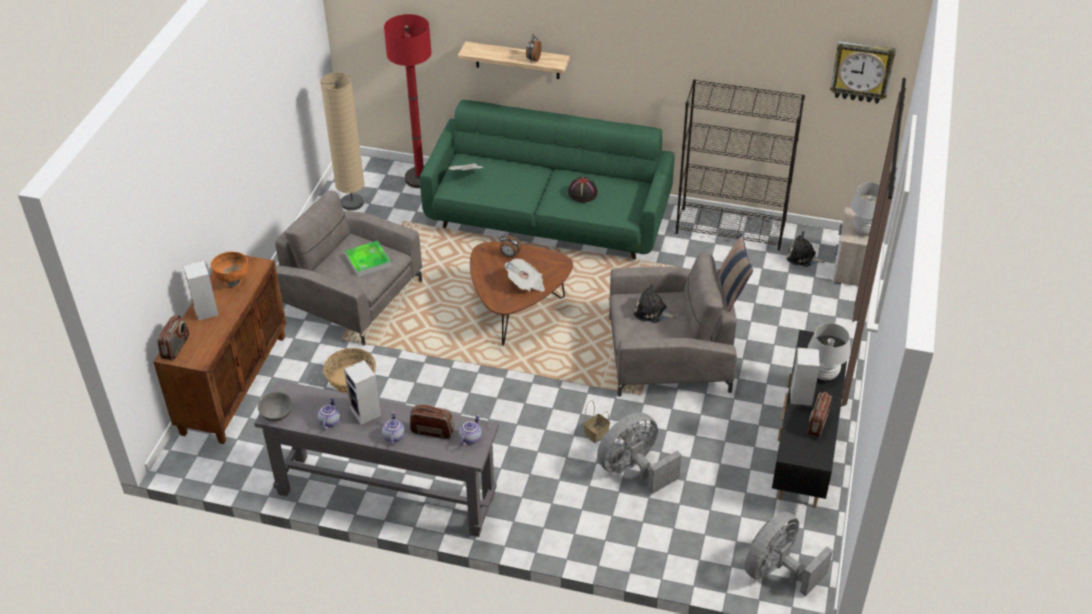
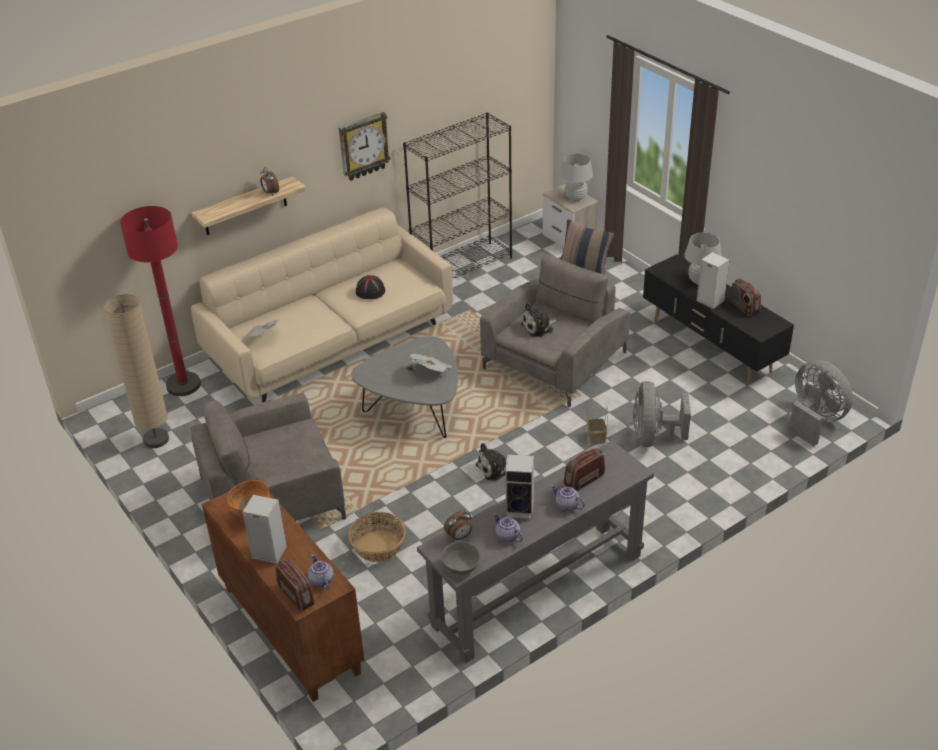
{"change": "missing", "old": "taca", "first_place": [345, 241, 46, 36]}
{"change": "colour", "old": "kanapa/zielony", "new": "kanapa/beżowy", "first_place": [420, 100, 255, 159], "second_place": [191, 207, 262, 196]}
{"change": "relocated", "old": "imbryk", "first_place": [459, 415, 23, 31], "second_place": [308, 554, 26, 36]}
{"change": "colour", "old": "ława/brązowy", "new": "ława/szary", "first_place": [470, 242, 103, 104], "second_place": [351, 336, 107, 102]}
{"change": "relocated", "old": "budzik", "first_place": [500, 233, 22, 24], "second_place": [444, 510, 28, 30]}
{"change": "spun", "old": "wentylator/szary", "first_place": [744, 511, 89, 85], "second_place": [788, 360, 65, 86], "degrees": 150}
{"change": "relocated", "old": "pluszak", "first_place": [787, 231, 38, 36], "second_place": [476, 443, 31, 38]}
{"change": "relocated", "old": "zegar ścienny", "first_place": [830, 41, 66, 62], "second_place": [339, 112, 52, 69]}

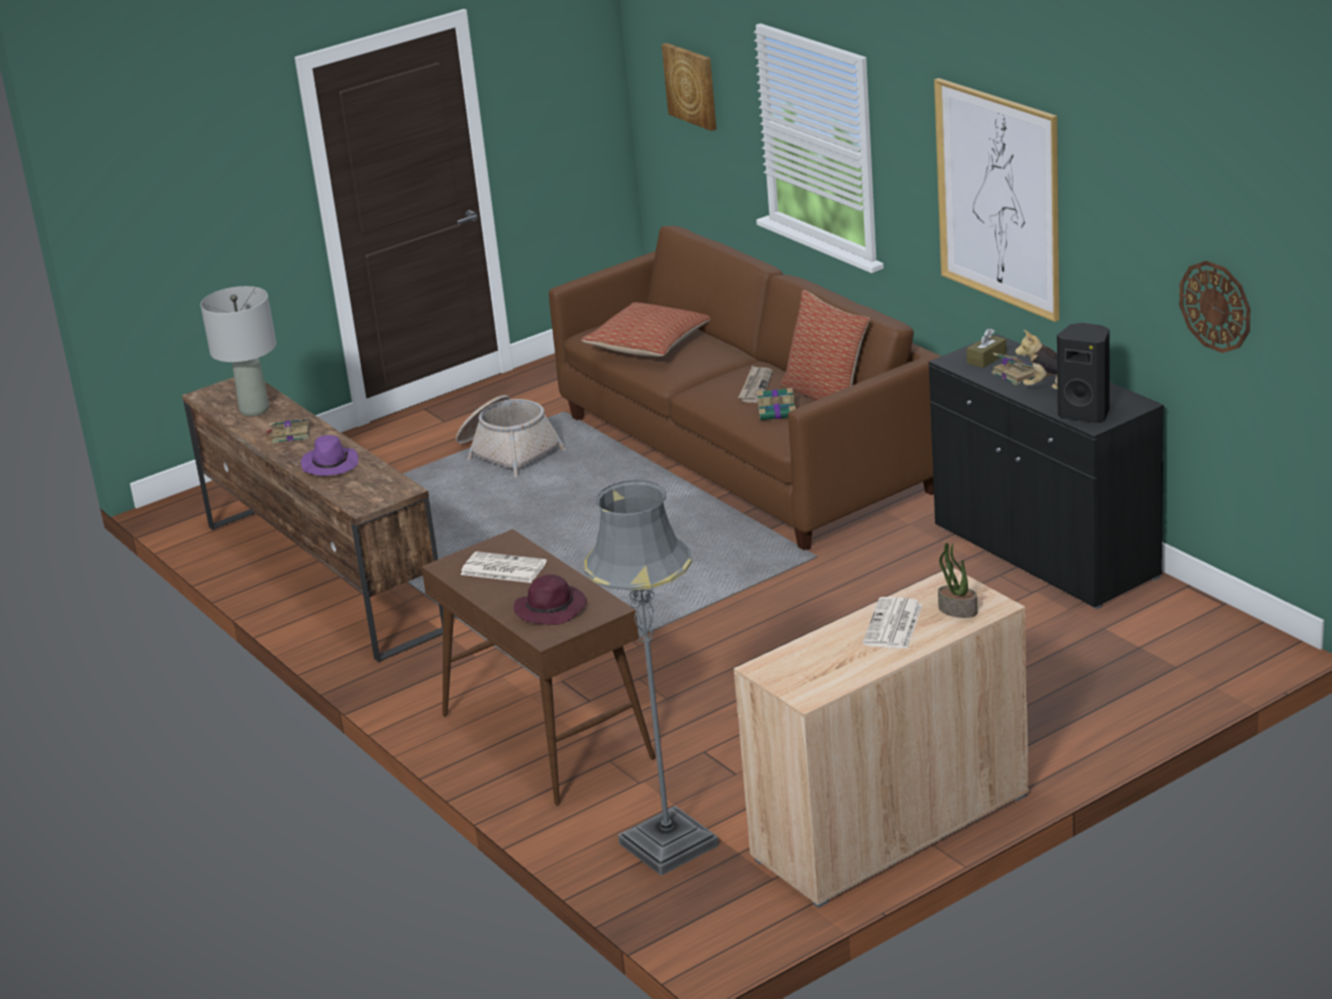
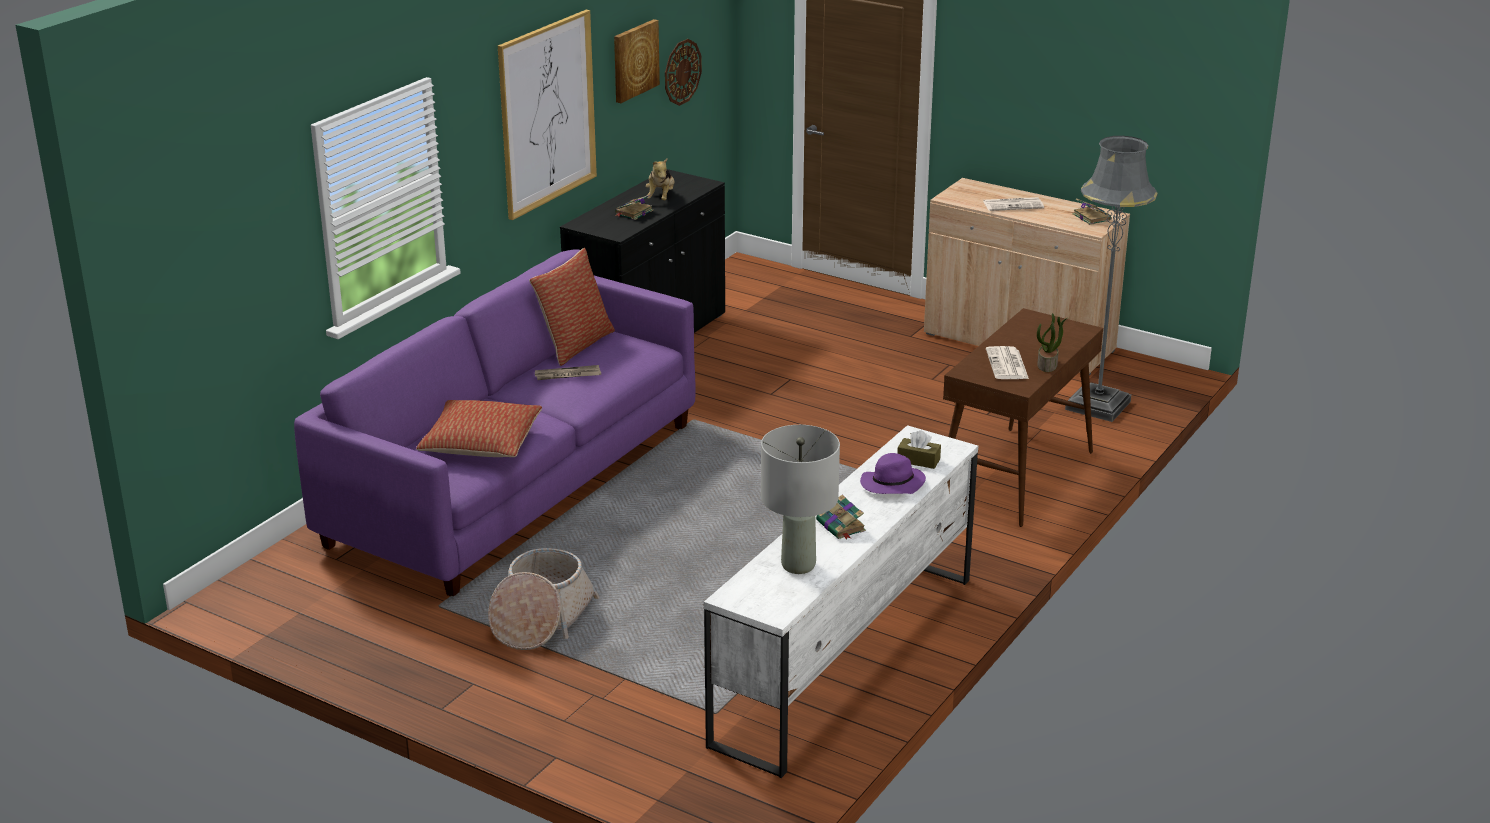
{"change": "colour", "old": "szafka pod telewizor/brązowy", "new": "szafka pod telewizor/biały", "first_place": [182, 377, 261, 286], "second_place": [704, 425, 274, 353]}
{"change": "missing", "old": "kapelusz/fioletowy", "first_place": [514, 574, 73, 51]}
{"change": "colour", "old": "kanapa/brązowy", "new": "kanapa/fioletowy", "first_place": [549, 226, 392, 324], "second_place": [294, 249, 402, 347]}
{"change": "relocated", "old": "obraz", "first_place": [662, 43, 55, 88], "second_place": [614, 19, 46, 84]}
{"change": "relocated", "old": "książka", "first_place": [757, 388, 38, 32], "second_place": [1073, 198, 38, 27]}
{"change": "relocated", "old": "roślina doniczkowa", "first_place": [938, 543, 40, 75], "second_place": [1037, 313, 31, 59]}
{"change": "relocated", "old": "pudełko chusteczek/brązowy", "first_place": [967, 329, 40, 39], "second_place": [897, 430, 44, 39]}
{"change": "missing", "old": "głośnik/czarny", "first_place": [1057, 323, 53, 100]}

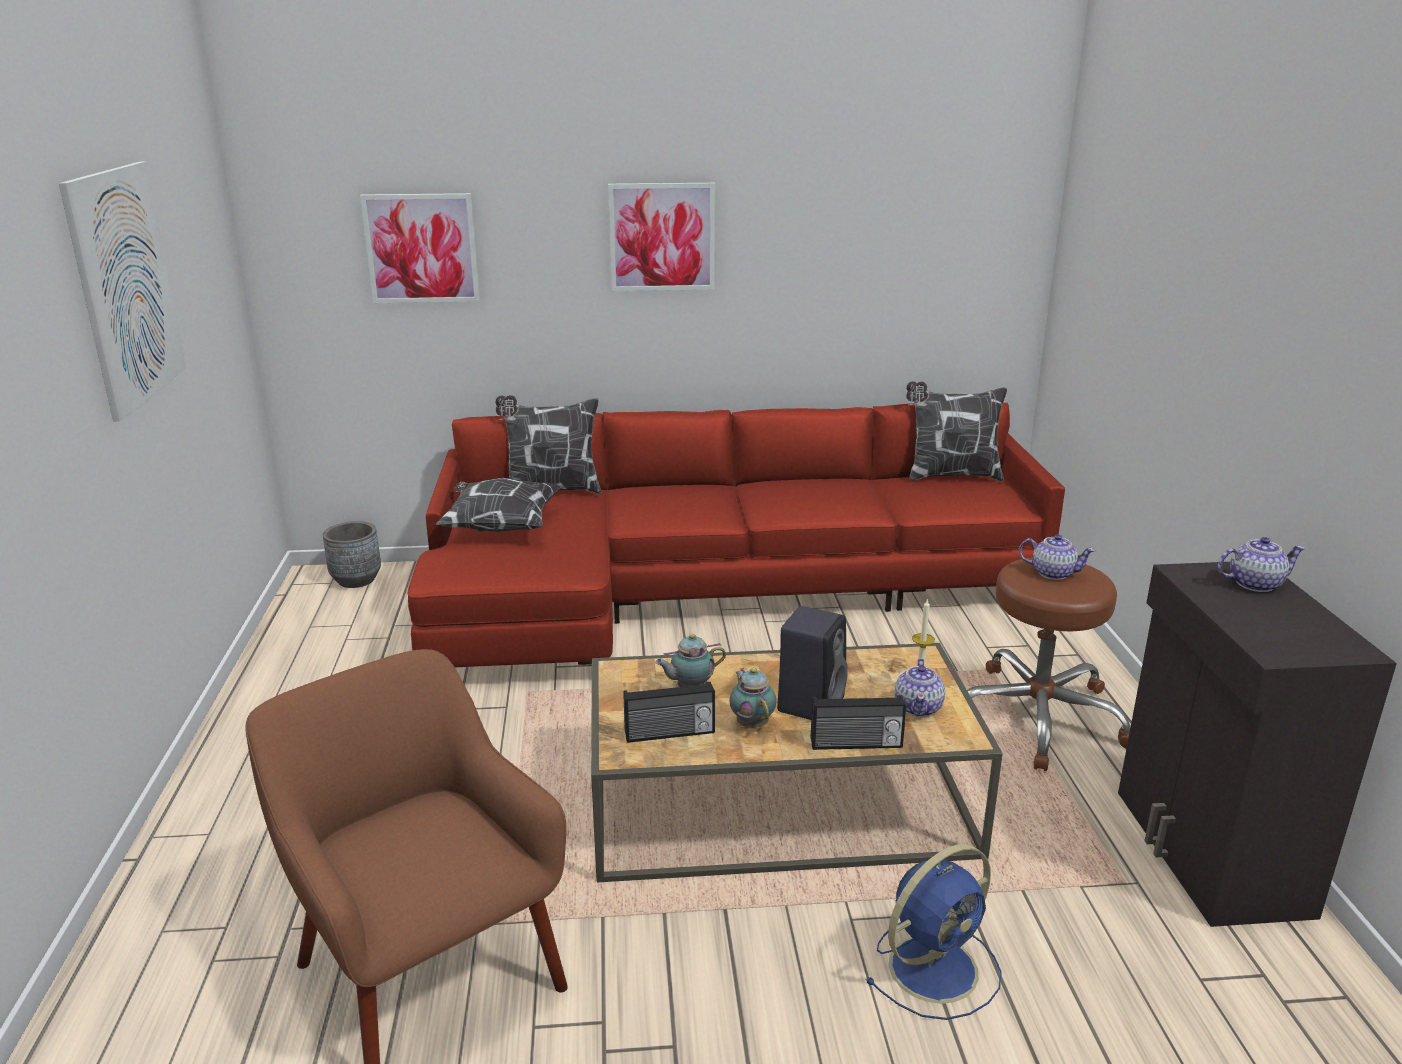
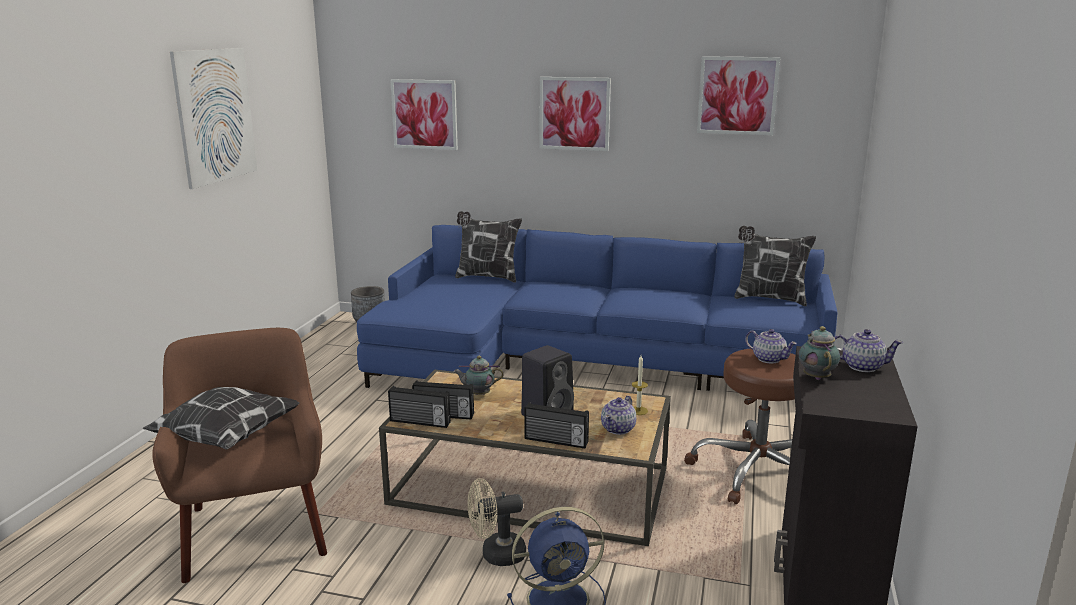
{"change": "colour", "old": "kanapa/czerwony", "new": "kanapa/niebieski", "first_place": [408, 403, 657, 264], "second_place": [357, 225, 480, 166]}
{"change": "relocated", "old": "poduszka", "first_place": [436, 478, 125, 54], "second_place": [143, 387, 157, 62]}
{"change": "relocated", "old": "imbryk", "first_place": [729, 668, 48, 60], "second_place": [799, 326, 41, 54]}
{"change": "appeared", "new": "radio", "second_place": [388, 386, 63, 42]}
{"change": "appeared", "new": "wentylator/beżowy", "second_place": [467, 478, 59, 88]}
{"change": "appeared", "new": "obraz", "second_place": [697, 56, 83, 79]}

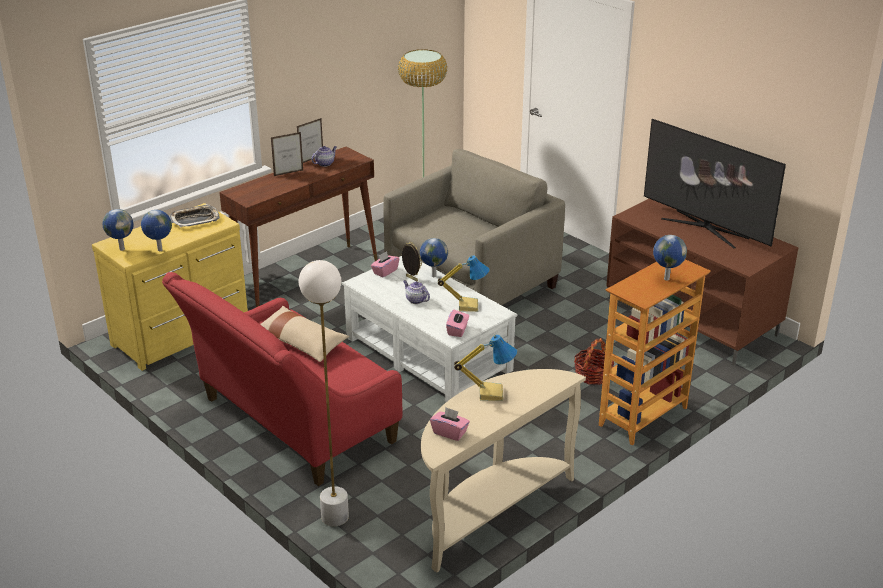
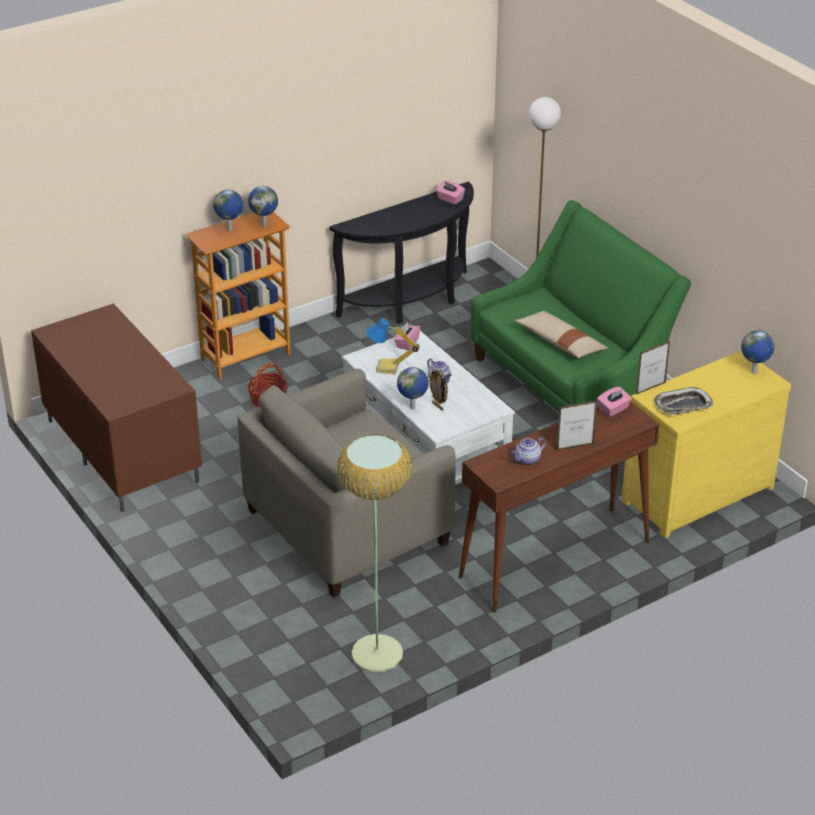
{"change": "relocated", "old": "globus", "first_place": [141, 210, 31, 41], "second_place": [248, 186, 30, 41]}
{"change": "colour", "old": "kanapa/czerwony", "new": "kanapa/zielony", "first_place": [162, 272, 241, 214], "second_place": [470, 200, 221, 212]}
{"change": "relocated", "old": "ramka na zdjęcie", "first_place": [297, 118, 26, 45], "second_place": [636, 341, 34, 54]}
{"change": "relocated", "old": "pudełko chusteczek/różowy", "first_place": [371, 251, 28, 26], "second_place": [597, 386, 35, 31]}
{"change": "colour", "old": "stolik konsolowy/beżowy", "new": "stolik konsolowy/czarny", "first_place": [421, 369, 165, 203], "second_place": [329, 181, 145, 143]}
{"change": "missing", "old": "lampa stołowa", "first_place": [454, 335, 63, 66]}
{"change": "missing", "old": "telewizor", "first_place": [644, 119, 142, 129]}

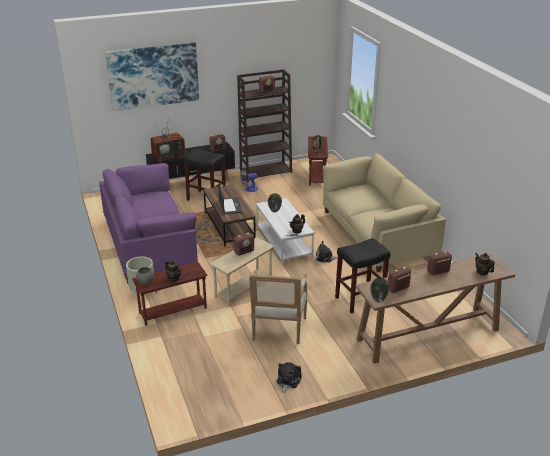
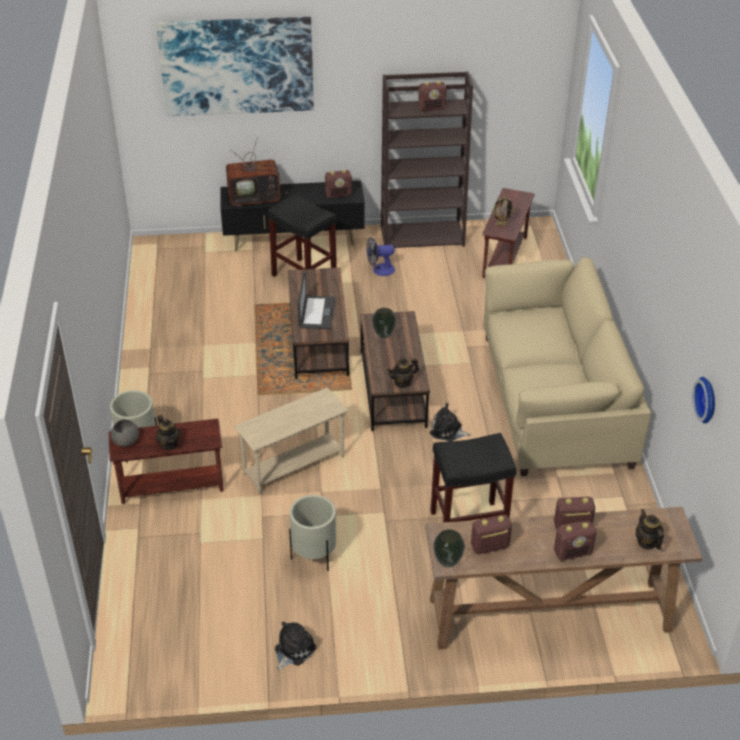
{"change": "missing", "old": "kanapa/fioletowy", "first_place": [99, 163, 99, 121]}
{"change": "relocated", "old": "radio", "first_place": [234, 233, 20, 23], "second_place": [554, 521, 42, 39]}
{"change": "exchanged", "old": "fotel", "new": "donica/beżowy", "first_place": [249, 271, 58, 73], "second_place": [289, 495, 47, 76]}
{"change": "colour", "old": "ława/biały", "new": "ława/brązowy", "first_place": [256, 198, 59, 67], "second_place": [360, 311, 70, 120]}
{"change": "appeared", "new": "zegar ścienny", "second_place": [693, 377, 22, 47]}

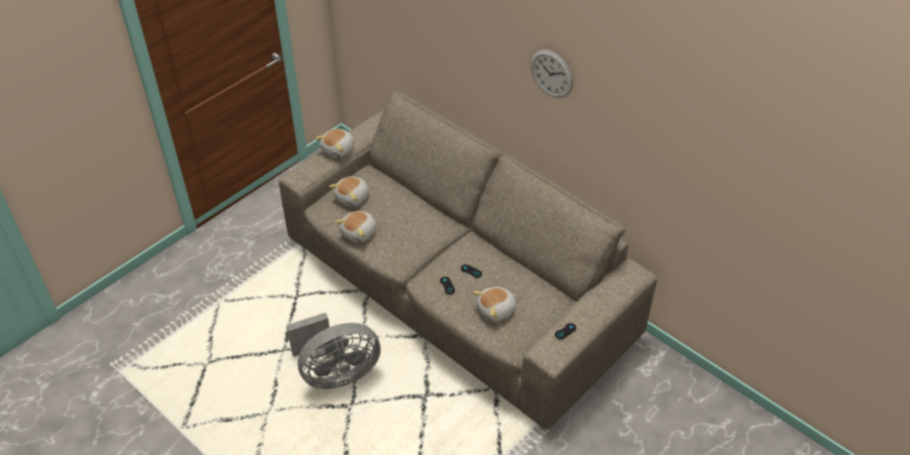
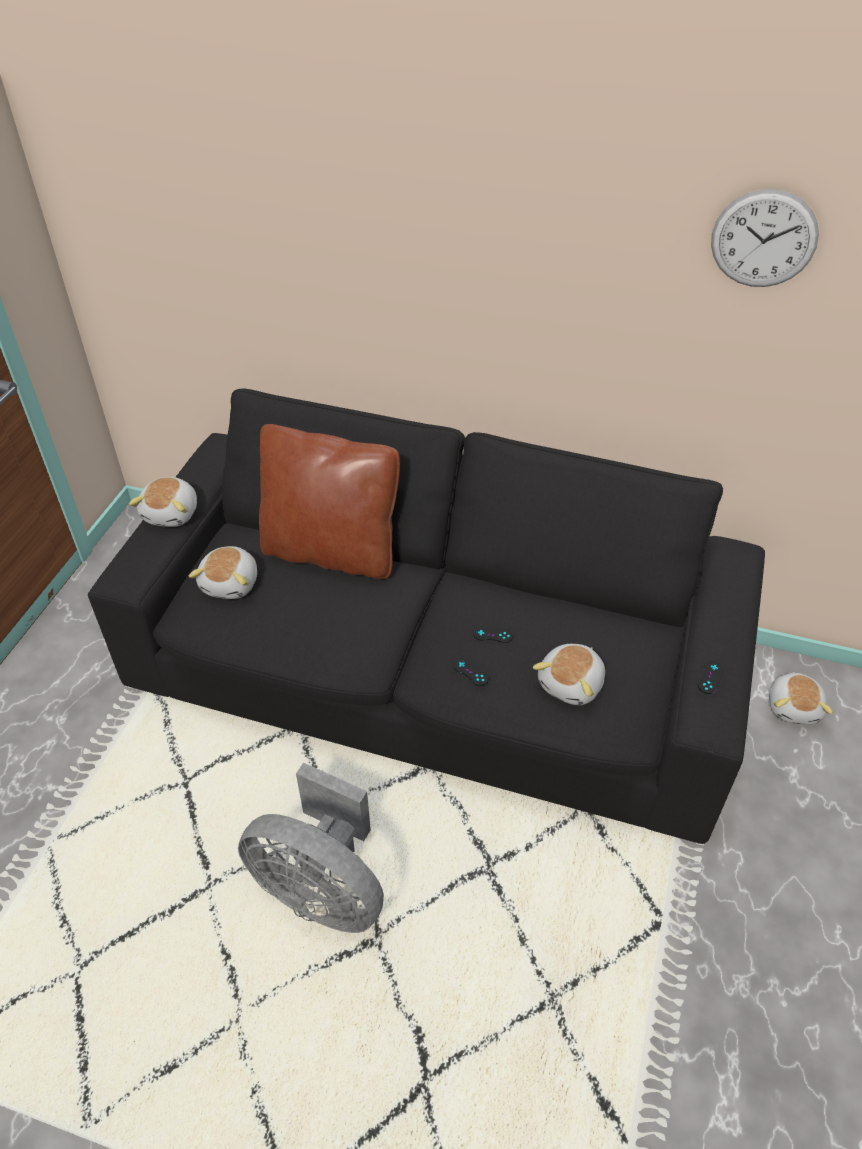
{"change": "colour", "old": "kanapa/beżowy", "new": "kanapa/czarny", "first_place": [278, 91, 379, 339], "second_place": [88, 388, 677, 456]}
{"change": "spun", "old": "wentylator/szary", "first_place": [286, 312, 95, 77], "second_place": [238, 763, 146, 170], "degrees": 75}
{"change": "relocated", "old": "pluszak", "first_place": [335, 211, 41, 32], "second_place": [769, 672, 64, 53]}
{"change": "relocated", "old": "zegar ścienny", "first_place": [531, 49, 42, 49], "second_place": [711, 189, 108, 98]}
{"change": "appeared", "new": "poduszka/brązowy", "second_place": [259, 424, 141, 155]}

